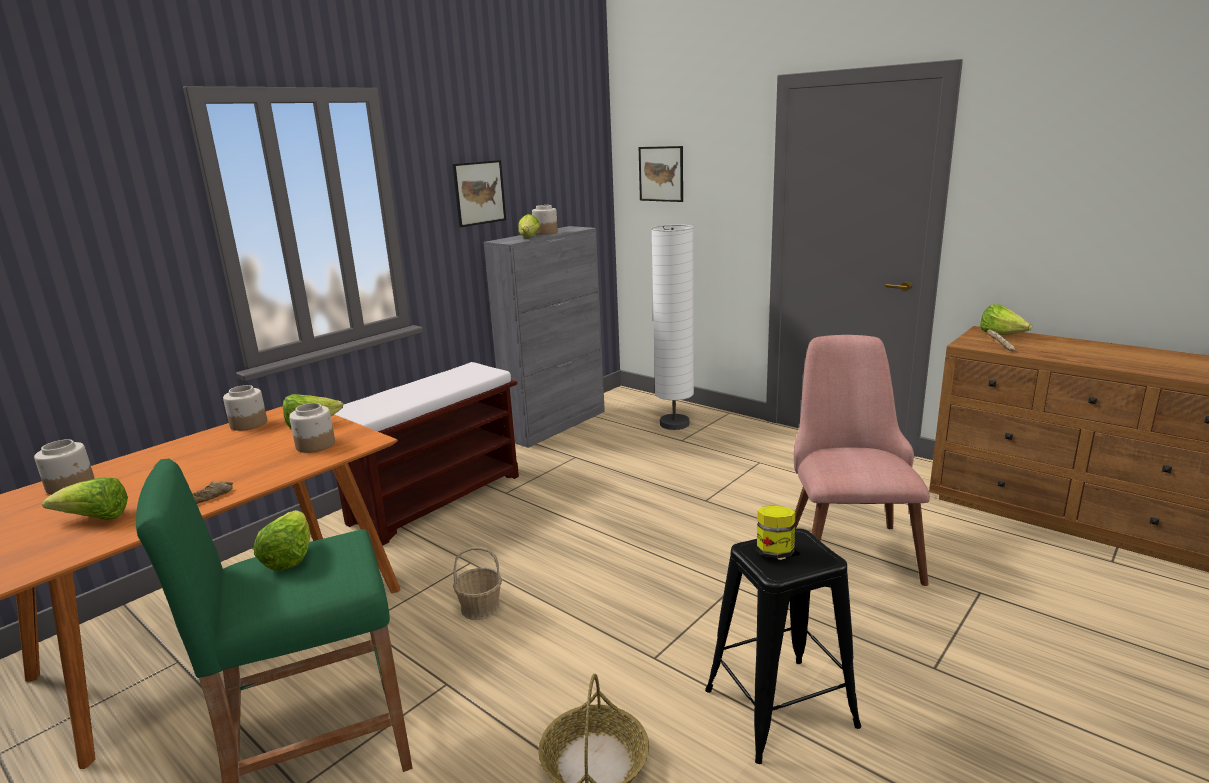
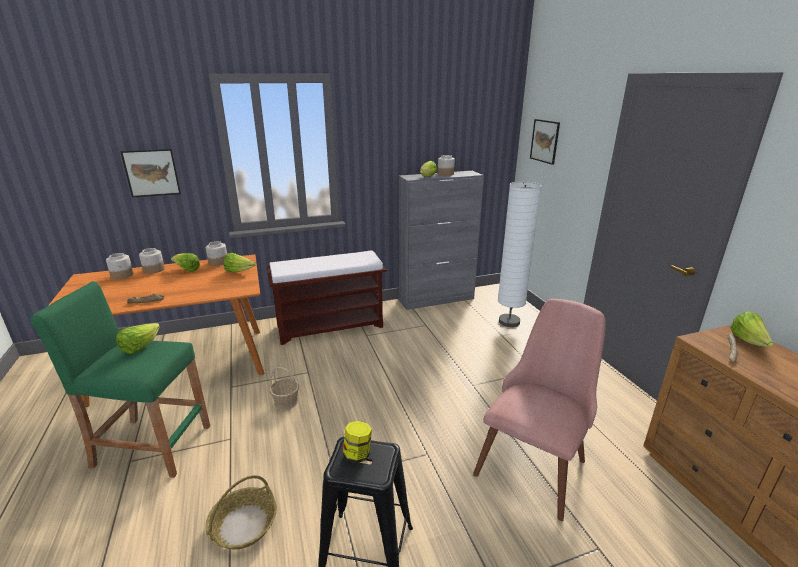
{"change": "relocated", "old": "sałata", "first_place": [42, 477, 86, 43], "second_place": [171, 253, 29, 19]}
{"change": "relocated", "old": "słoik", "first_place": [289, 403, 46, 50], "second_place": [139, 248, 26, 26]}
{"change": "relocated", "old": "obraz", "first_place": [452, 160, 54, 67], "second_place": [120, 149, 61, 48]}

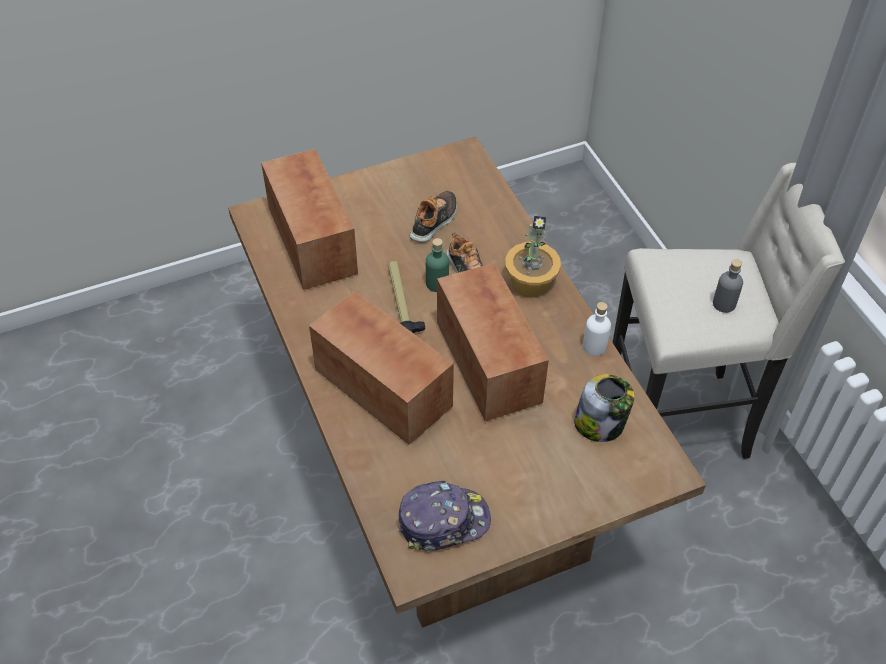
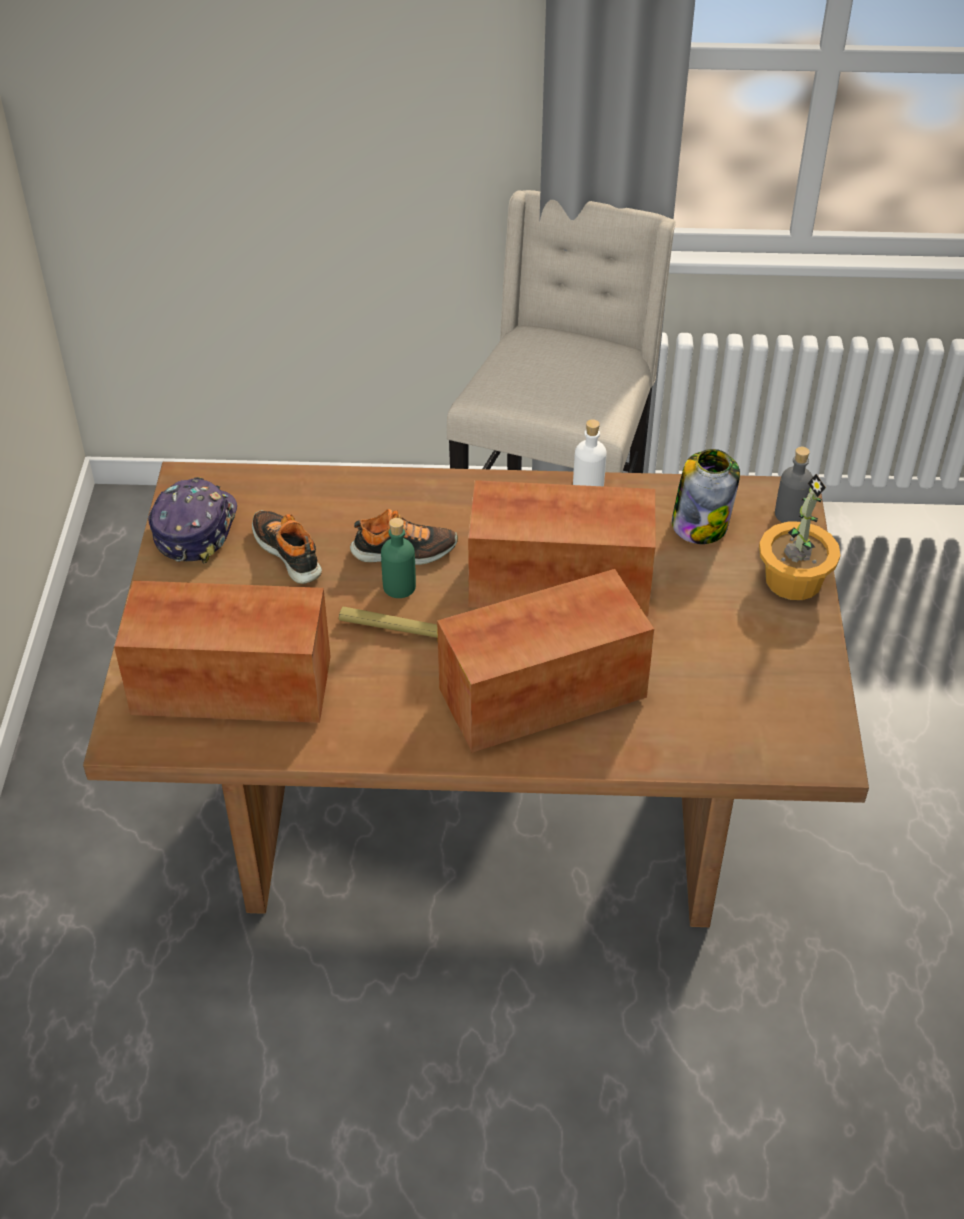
{"change": "relocated", "old": "czapka z daszkiem", "first_place": [398, 481, 93, 70], "second_place": [148, 477, 89, 87]}
{"change": "relocated", "old": "roślina doniczkowa", "first_place": [505, 216, 56, 81], "second_place": [759, 474, 82, 126]}
{"change": "relocated", "old": "butelka/szary", "first_place": [713, 259, 30, 54], "second_place": [775, 447, 38, 76]}

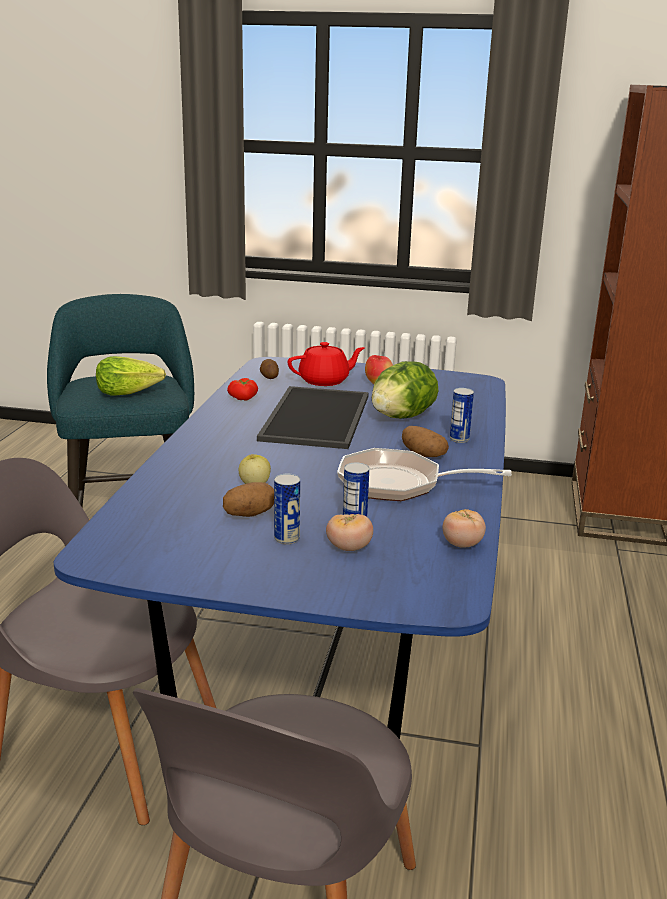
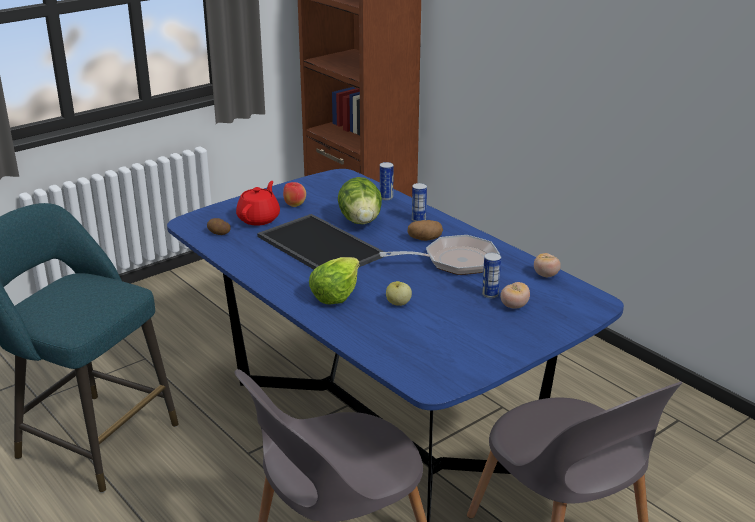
{"change": "relocated", "old": "sałata", "first_place": [96, 356, 70, 40], "second_place": [309, 257, 51, 48]}
{"change": "missing", "old": "ziemniak", "first_place": [223, 482, 51, 35]}
{"change": "missing", "old": "pomidor", "first_place": [227, 378, 31, 23]}
{"change": "relocated", "old": "puszka", "first_place": [274, 474, 26, 70], "second_place": [380, 162, 14, 38]}
{"change": "spun", "old": "patelnia", "first_place": [337, 448, 175, 53], "second_place": [379, 235, 121, 40], "degrees": -150}

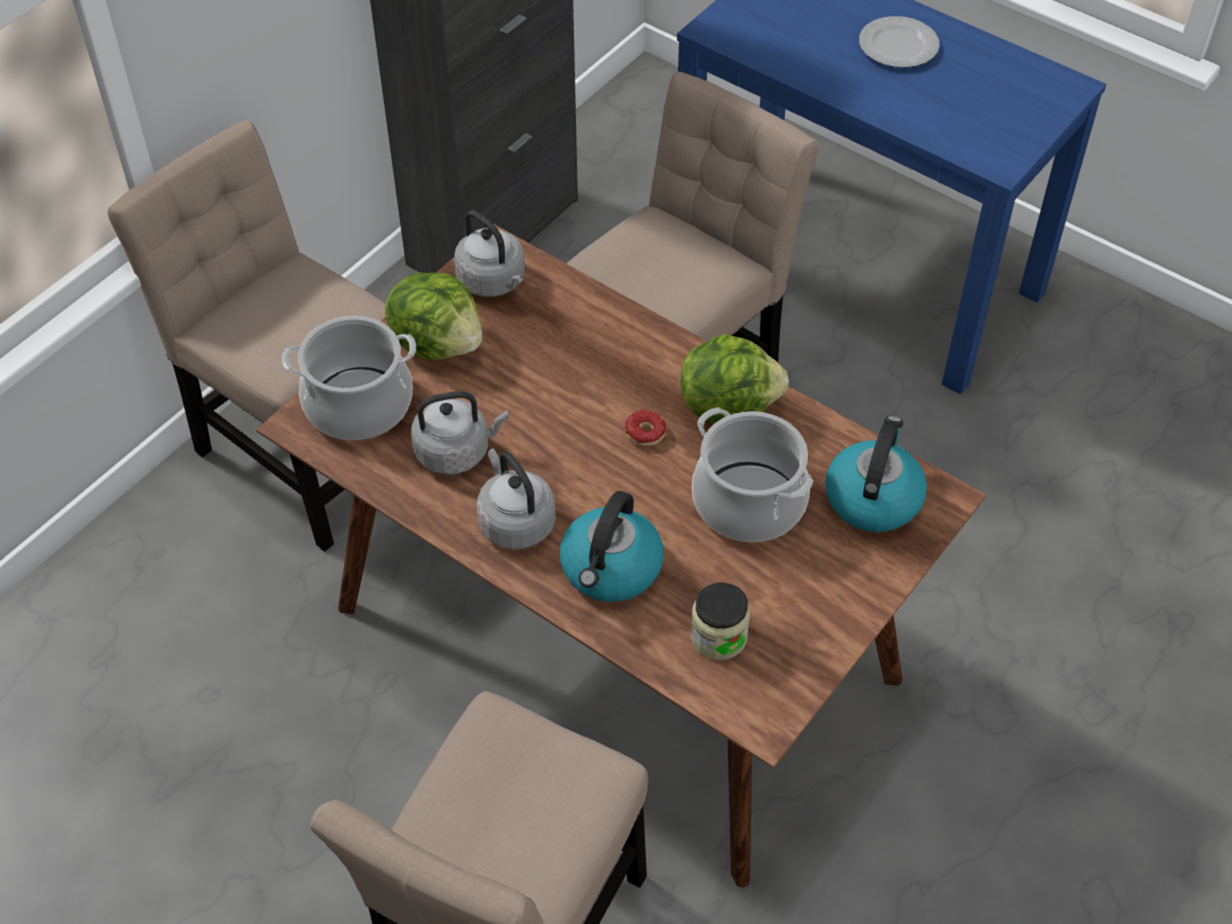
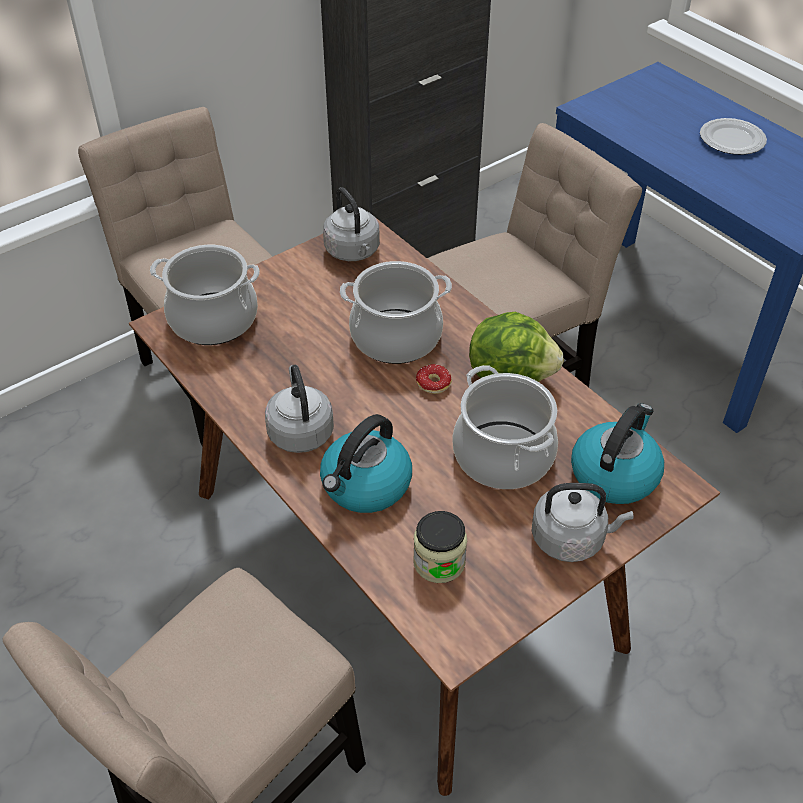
{"change": "missing", "old": "sałata", "first_place": [385, 273, 97, 87]}
{"change": "relocated", "old": "czajnik/szary", "first_place": [411, 391, 98, 84], "second_place": [531, 483, 103, 79]}
{"change": "appeared", "new": "garnek", "second_place": [340, 261, 112, 103]}

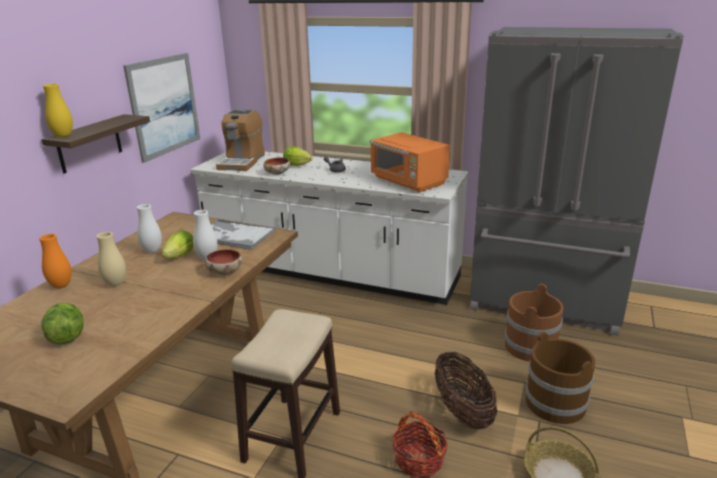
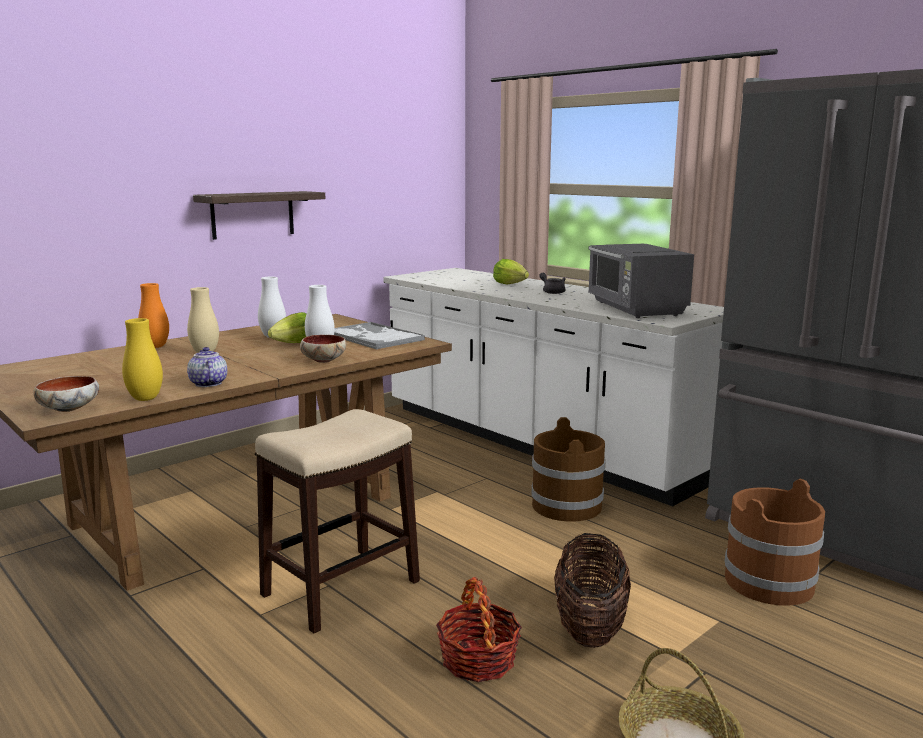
{"change": "missing", "old": "sałata", "first_place": [41, 303, 42, 42]}
{"change": "relocated", "old": "wazon/żółty", "first_place": [43, 84, 30, 53], "second_place": [122, 318, 41, 83]}
{"change": "missing", "old": "obraz", "first_place": [123, 53, 77, 110]}
{"change": "missing", "old": "ekspres do kawy", "first_place": [216, 110, 49, 61]}
{"change": "relocated", "old": "miska", "first_place": [263, 157, 27, 18], "second_place": [33, 376, 66, 36]}
{"change": "colour", "old": "mikrofalówka/pomarańczowy", "new": "mikrofalówka/szary", "first_place": [370, 132, 80, 61], "second_place": [588, 244, 106, 74]}
{"change": "relocated", "old": "wiadro/brązowy", "first_place": [526, 331, 69, 93], "second_place": [531, 417, 75, 105]}
{"change": "appeared", "new": "imbryk", "second_place": [187, 347, 40, 40]}

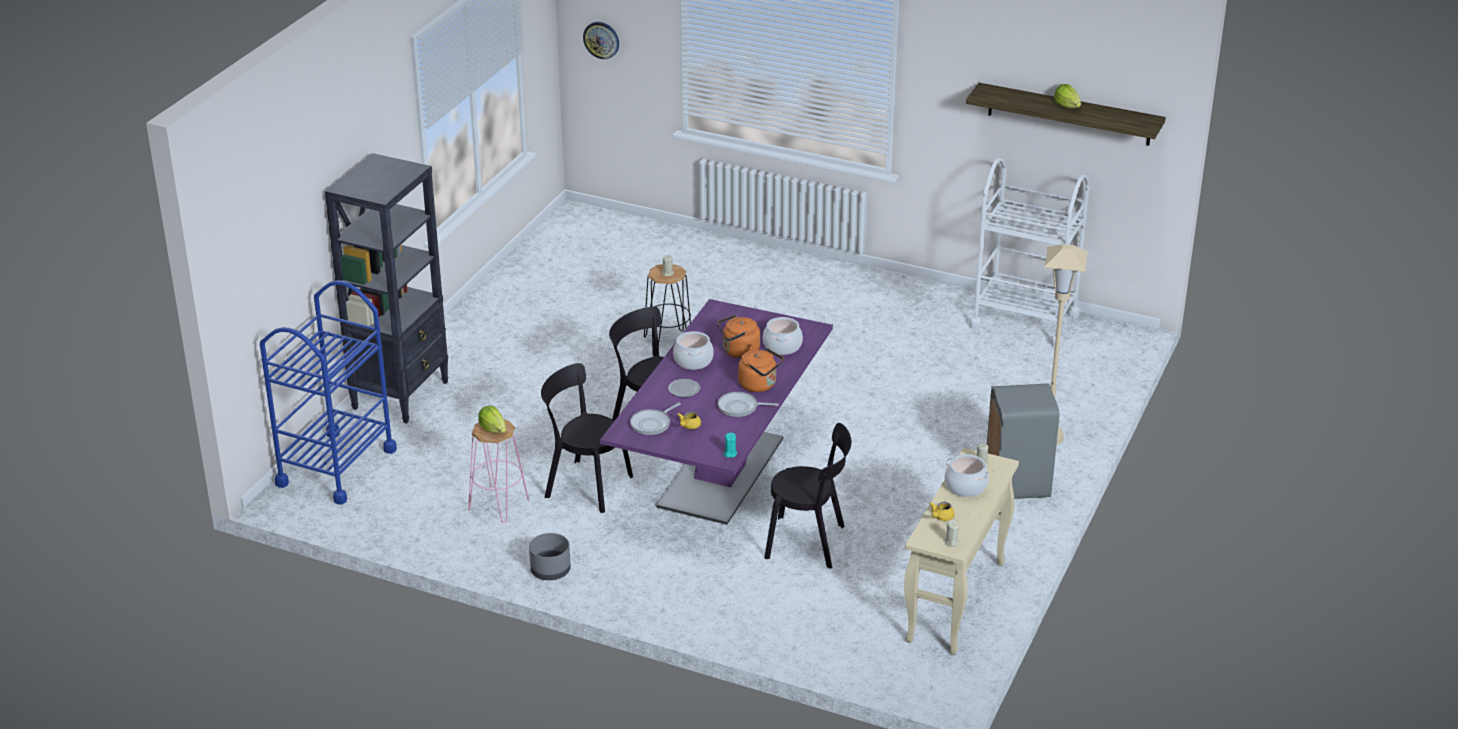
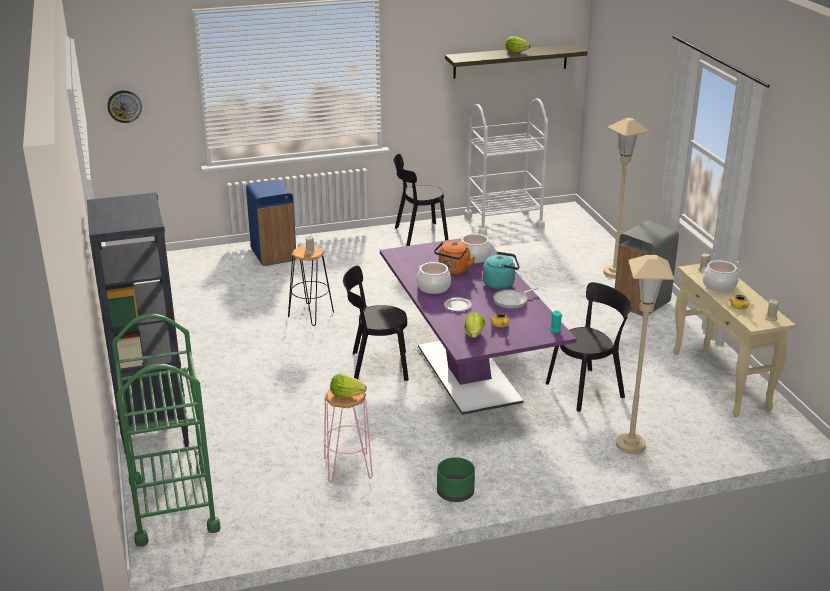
{"change": "colour", "old": "wózek/niebieski", "new": "wózek/zielony", "first_place": [260, 280, 137, 224], "second_place": [112, 314, 109, 233]}
{"change": "colour", "old": "donica/szary", "new": "donica/zielony", "first_place": [529, 533, 42, 47], "second_place": [437, 457, 38, 45]}
{"change": "relocated", "old": "krzesło/czarny", "first_place": [541, 363, 92, 150], "second_place": [393, 154, 56, 92]}
{"change": "exchanged", "old": "patelnia", "new": "sałata", "first_place": [630, 402, 51, 33], "second_place": [465, 312, 20, 26]}
{"change": "colour", "old": "czajnik/pomarańczowy", "new": "czajnik/turkusowy", "first_place": [738, 348, 46, 44], "second_place": [483, 252, 36, 37]}
{"change": "appeared", "new": "kosz na śmieci/niebieski", "second_place": [246, 179, 50, 87]}
{"change": "appeared", "new": "lampa stojąca/beżowy", "second_place": [616, 255, 58, 199]}

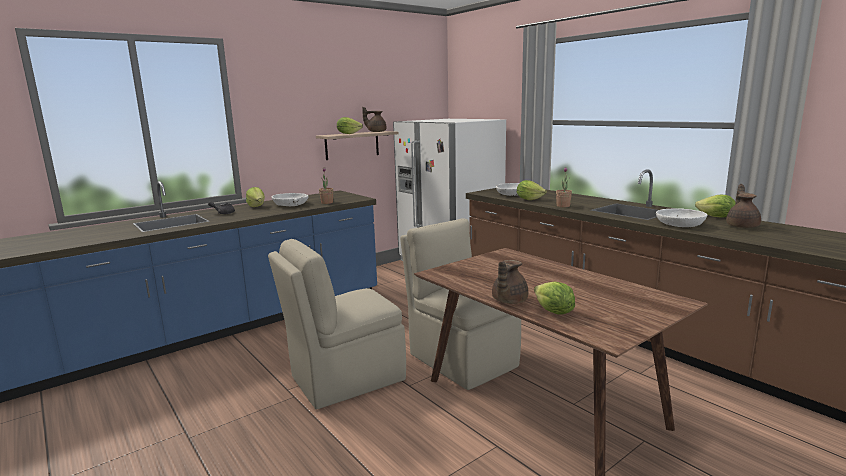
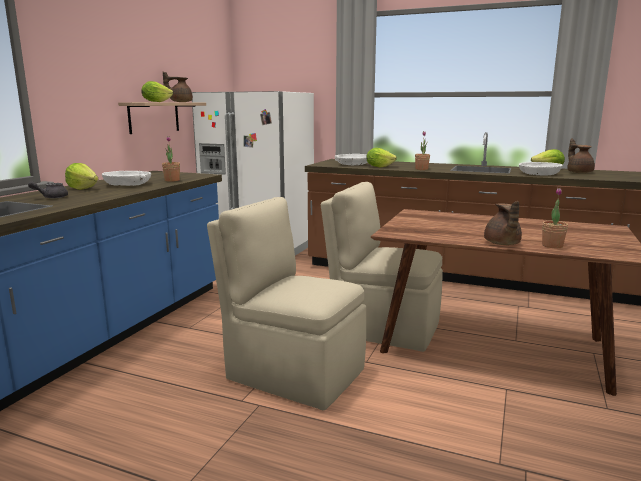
{"change": "spun", "old": "krzesło/beżowy", "first_place": [268, 239, 138, 171], "second_place": [207, 197, 159, 213], "degrees": 90}
{"change": "exchanged", "old": "sałata", "new": "roślina doniczkowa", "first_place": [534, 281, 41, 34], "second_place": [542, 188, 26, 60]}

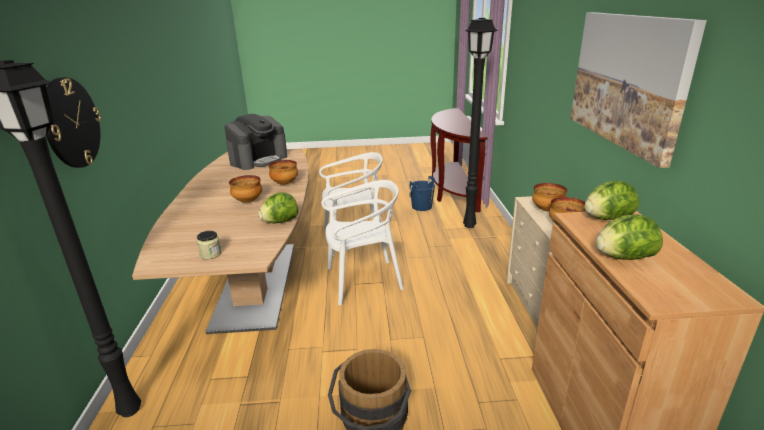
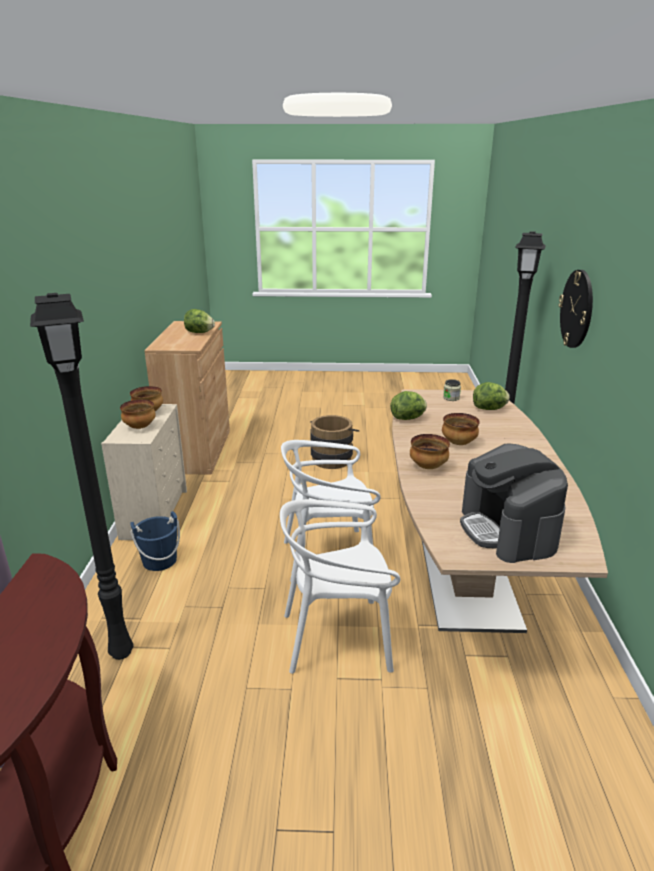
{"change": "spun", "old": "ekspres do kawy", "first_place": [224, 114, 64, 56], "second_place": [460, 444, 108, 119], "degrees": -60}
{"change": "relocated", "old": "wiadro/niebieski", "first_place": [409, 176, 26, 35], "second_place": [130, 511, 50, 60]}
{"change": "missing", "old": "obraz", "first_place": [571, 12, 136, 156]}
{"change": "relocated", "old": "sałata", "first_place": [584, 181, 55, 39], "second_place": [473, 382, 37, 28]}

